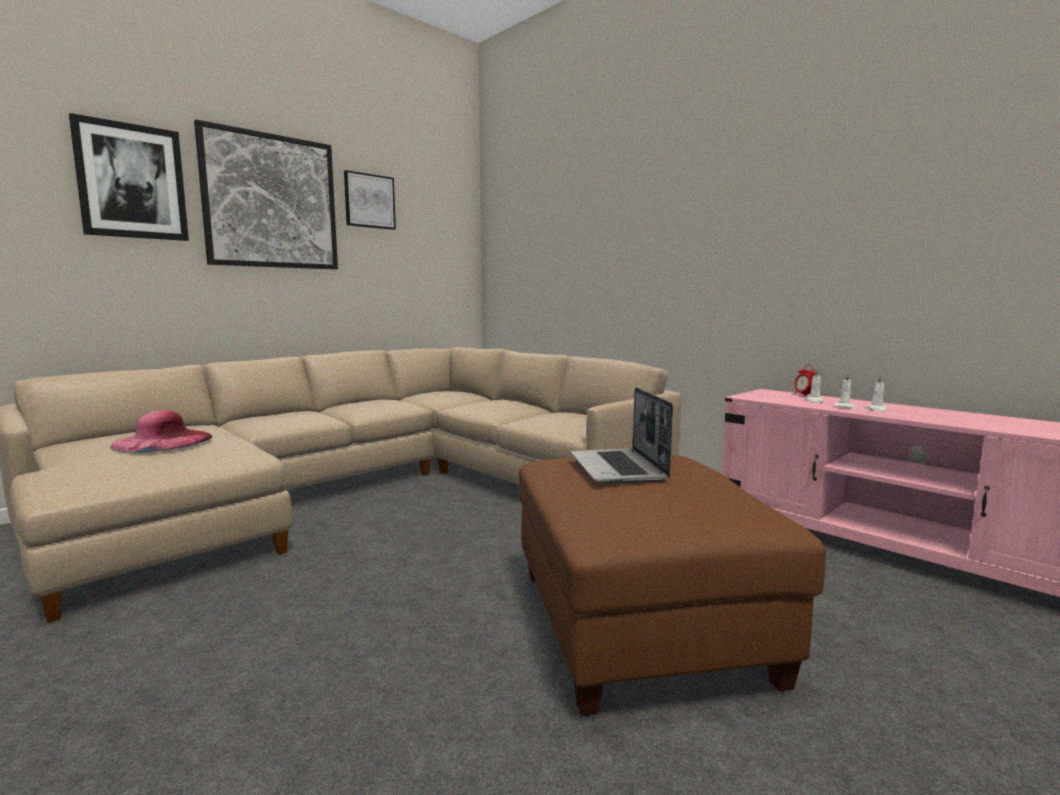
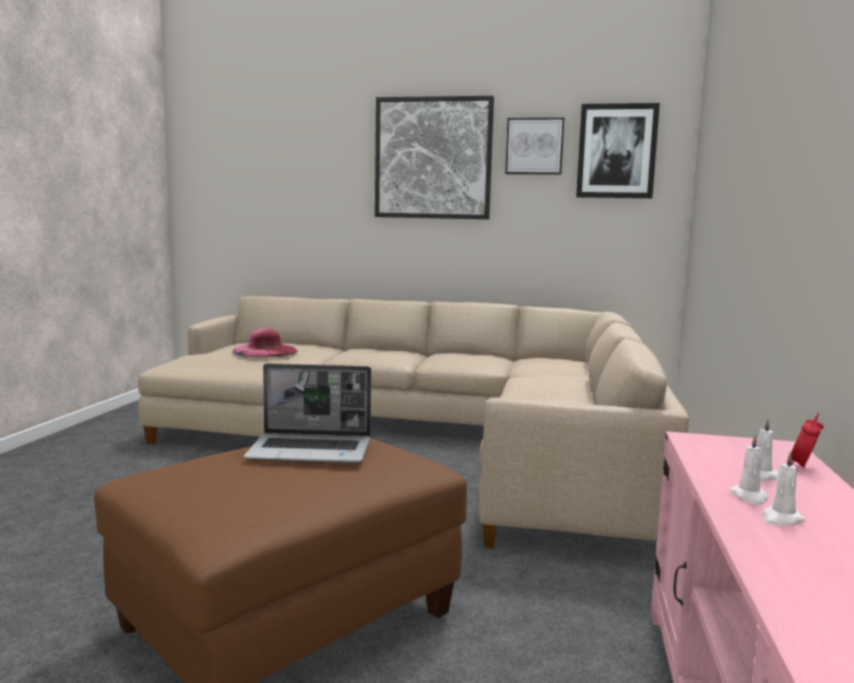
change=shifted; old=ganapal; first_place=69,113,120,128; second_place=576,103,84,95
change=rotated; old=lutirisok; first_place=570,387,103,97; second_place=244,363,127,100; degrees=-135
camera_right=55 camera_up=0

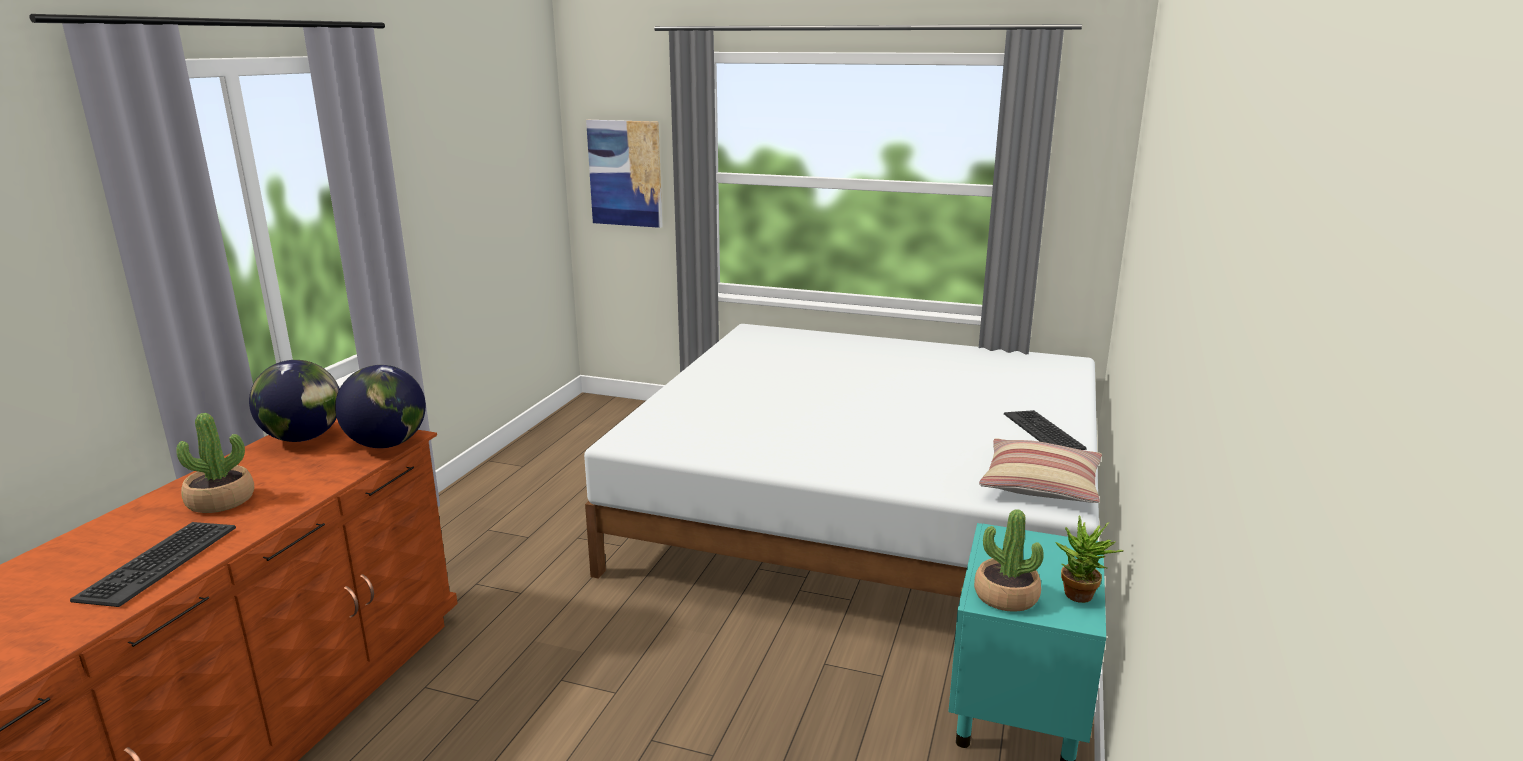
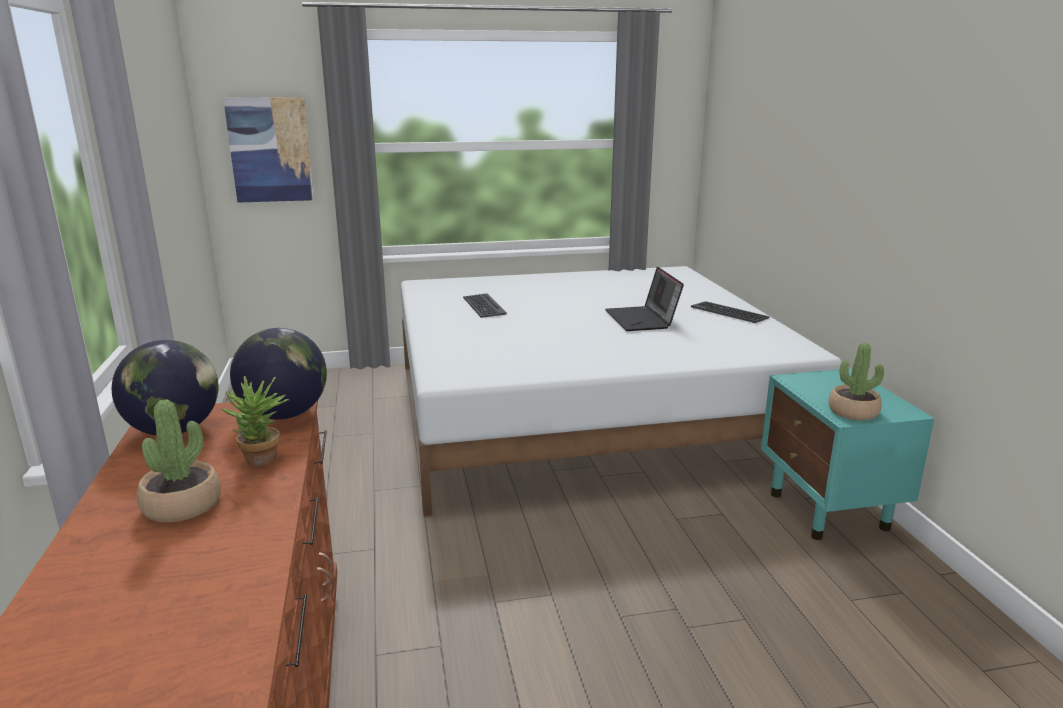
change=shifted; old=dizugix; first_place=70,522,166,85; second_place=463,293,44,25
change=gone; old=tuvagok; first_place=979,438,123,65
change=shifted; old=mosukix; first_place=1055,515,69,88; second_place=221,376,69,90
change=new; new=lutirisok; second_place=605,267,79,64
camera_right=-30 camera_up=0

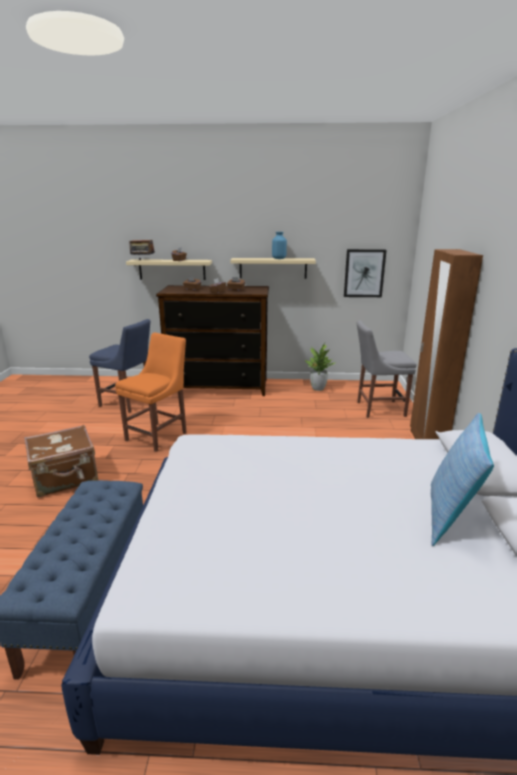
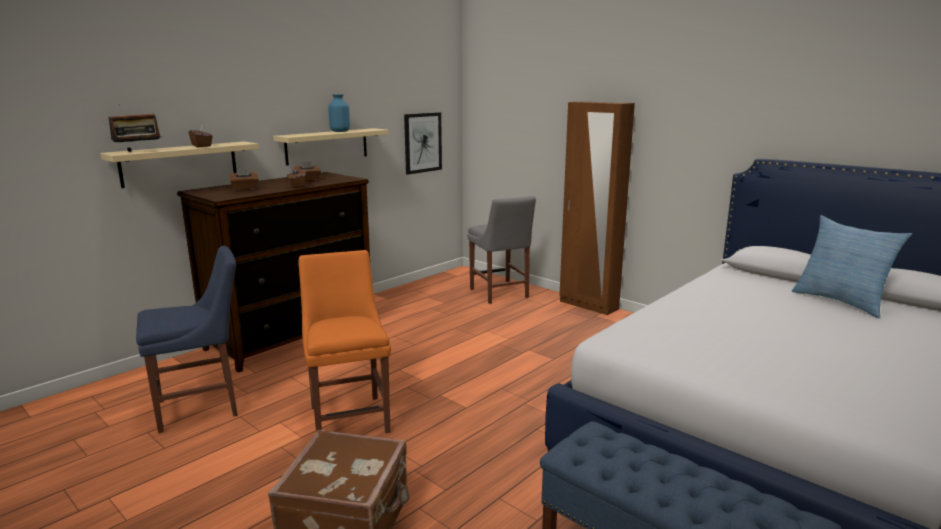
change=gone; old=mosukix; first_place=305,343,30,48
change=rotated; old=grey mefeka; first_place=357,321,59,97; second_place=468,196,68,108; degrees=-60
camera_right=-50 camera_up=-5

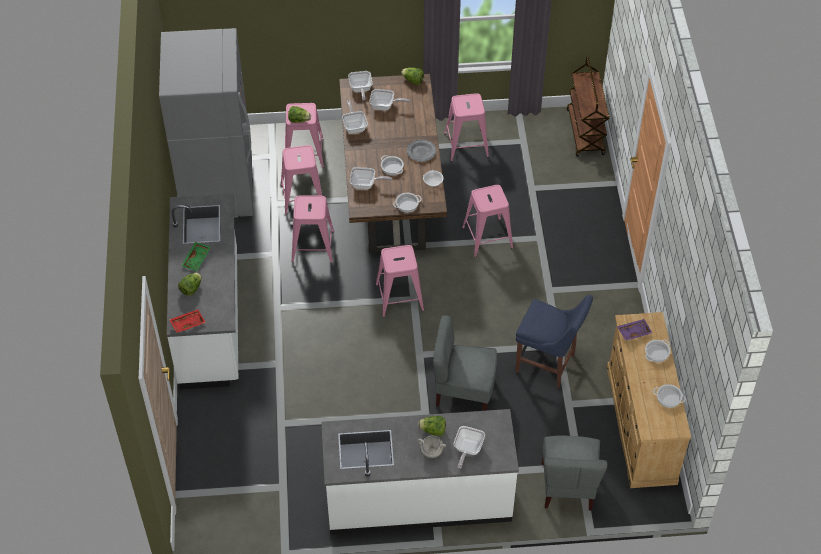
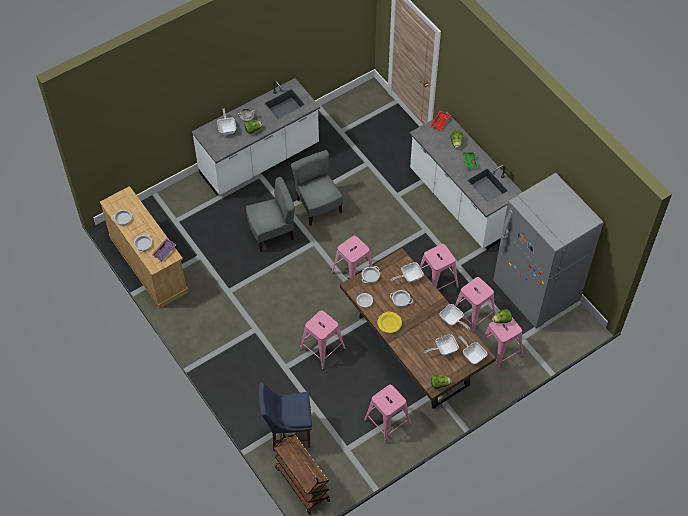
change=repainted; old=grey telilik; new=yellow telilik; first_place=407,139,29,23; second_place=377,312,25,21
change=shifted; old=blue mefeka; first_place=515,295,78,93; second_place=259,382,53,69
change=shifted; old=grey mefeka; first_place=542,436,65,75; second_place=291,150,52,76
camera_right=150 camera_up=5

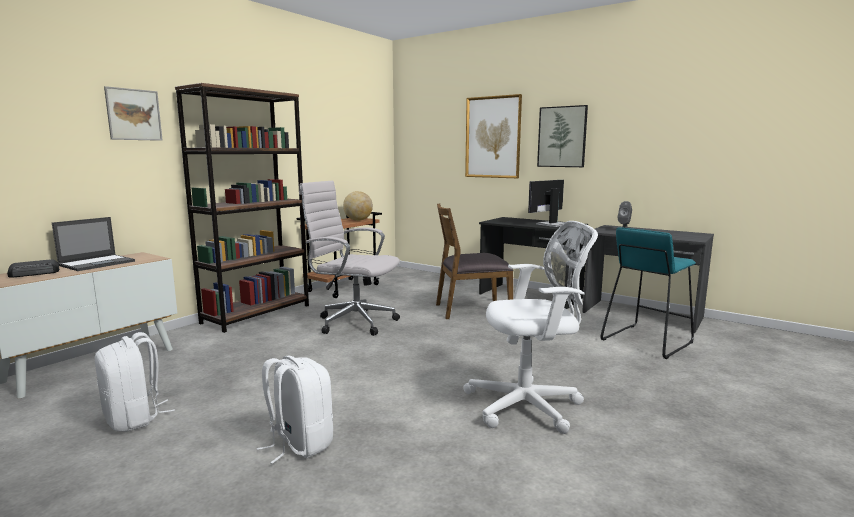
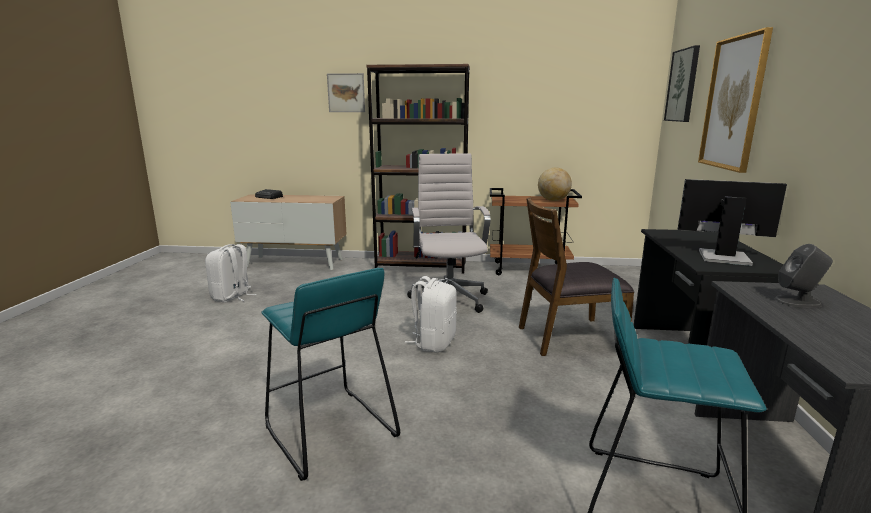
change=gone; old=lutirisok; first_place=52,217,83,54
change=shifted; old=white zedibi; first_place=257,356,76,108; second_place=405,276,52,76
change=rotated; old=brown mefeka; first_place=436,203,77,116; second_place=519,198,116,158; degrees=-60
change=swapped; old=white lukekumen; new=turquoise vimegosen; first_place=463,221,135,213; second_place=261,268,139,213
change=shifted; old=ganapal; first_place=537,105,51,62; second_place=664,45,36,77
camera_right=60 camera_up=5

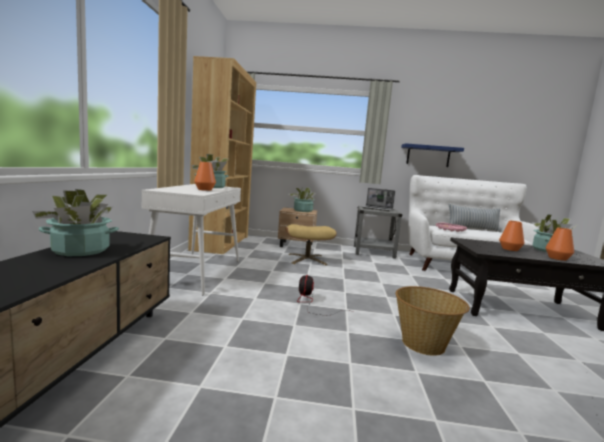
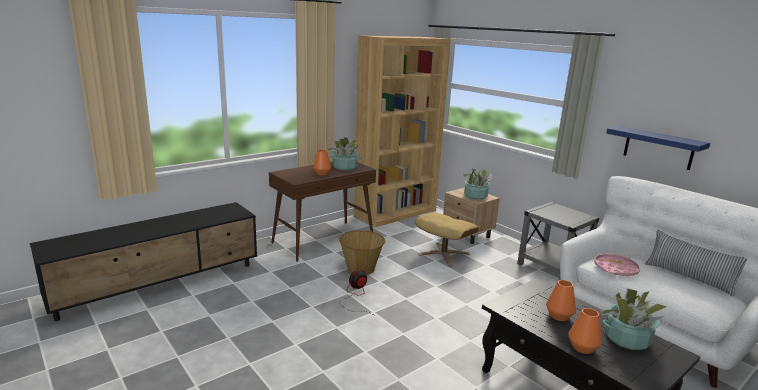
change=gone; old=mosukix; first_place=32,189,87,67
change=repainted; old=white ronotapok; new=brown ronotapok; first_place=142,184,99,111; second_place=269,162,107,100
change=gone; old=lutirisok; first_place=362,188,33,23
change=shifted; old=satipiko; first_place=396,286,74,70; second_place=339,230,46,45
camera_right=45 camera_up=10

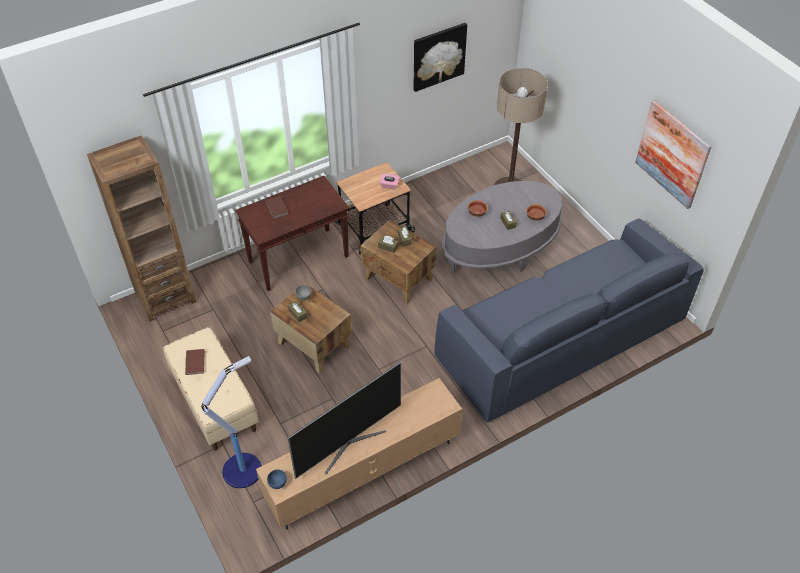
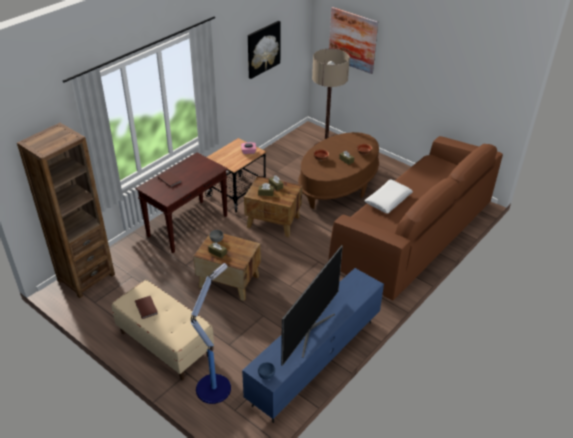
change=repainted; old=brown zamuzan; new=blue zamuzan; first_place=256,378,206,152; second_place=242,268,142,155
change=repainted; old=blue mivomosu; new=brown mivomosu; first_place=434,218,269,205; second_place=328,136,175,164
change=repainted; old=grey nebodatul; new=brown nebodatul; first_place=442,181,120,92; second_place=298,132,81,77
change=shifted; old=ganapal; first_place=635,100,76,109; second_place=329,7,49,67
change=new; new=white tuvagok; second_place=364,179,49,34
camera_right=-20 camera_up=-10

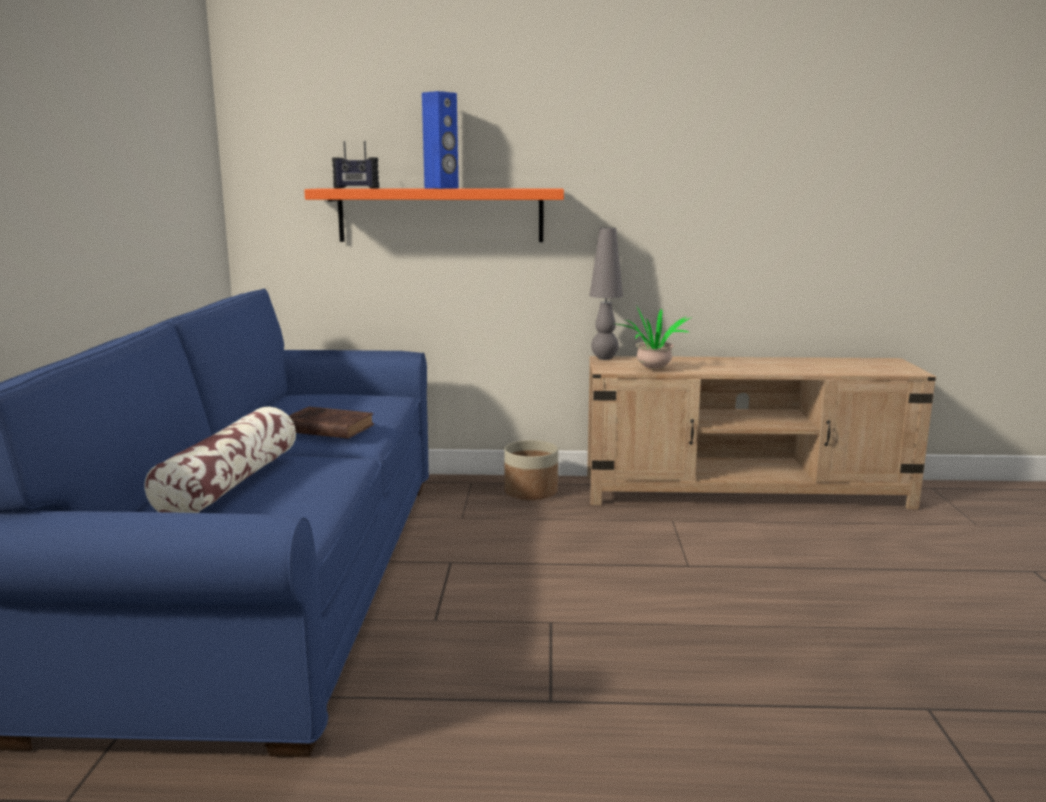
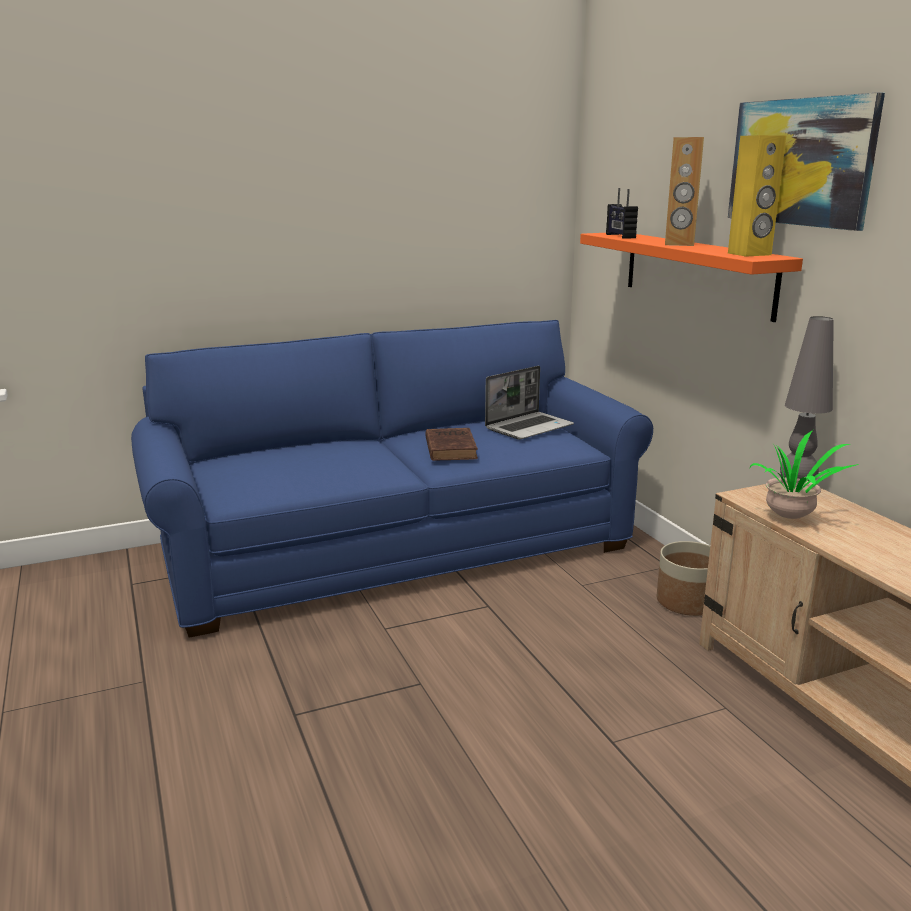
change=gone; old=tuvagok; first_place=145,407,151,106
change=repainted; old=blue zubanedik; new=brown zubanedik; first_place=422,91,37,98; second_place=665,137,39,109
change=new; new=lutirisok; second_place=485,366,89,74
change=new; new=ganapal; second_place=728,92,157,139
change=new; new=yellow zubanedik; second_place=728,135,58,122
camera_right=65 camera_up=5

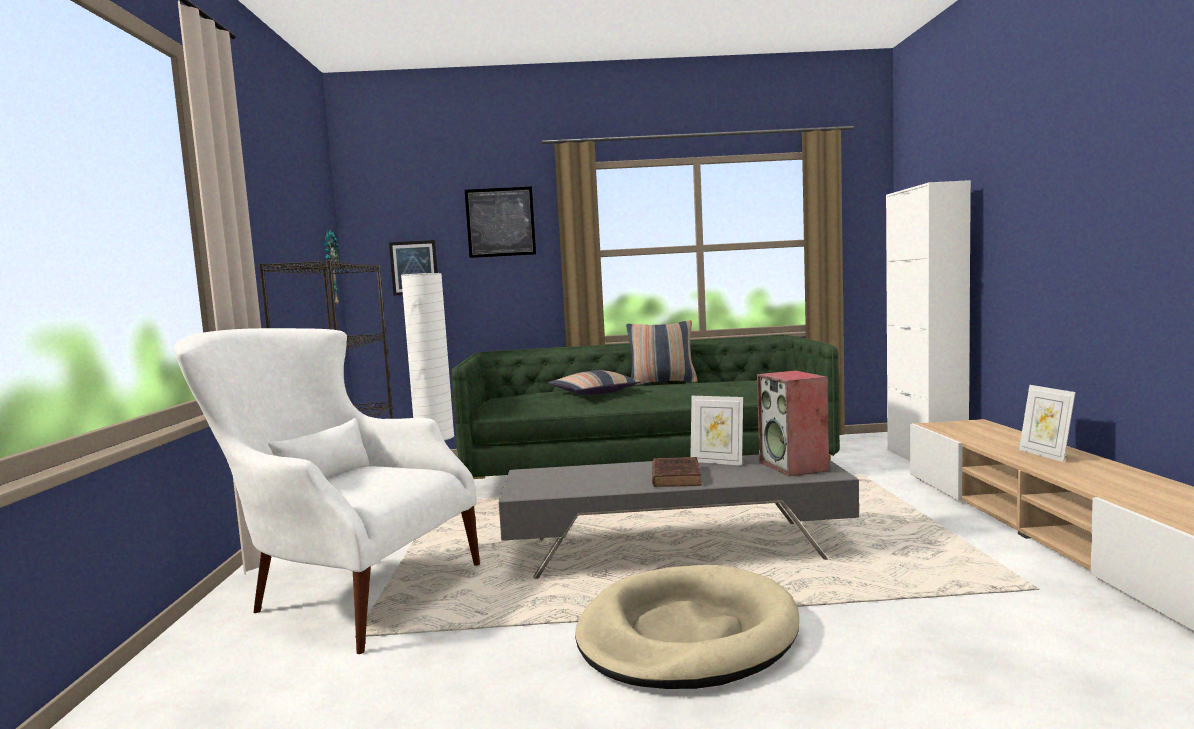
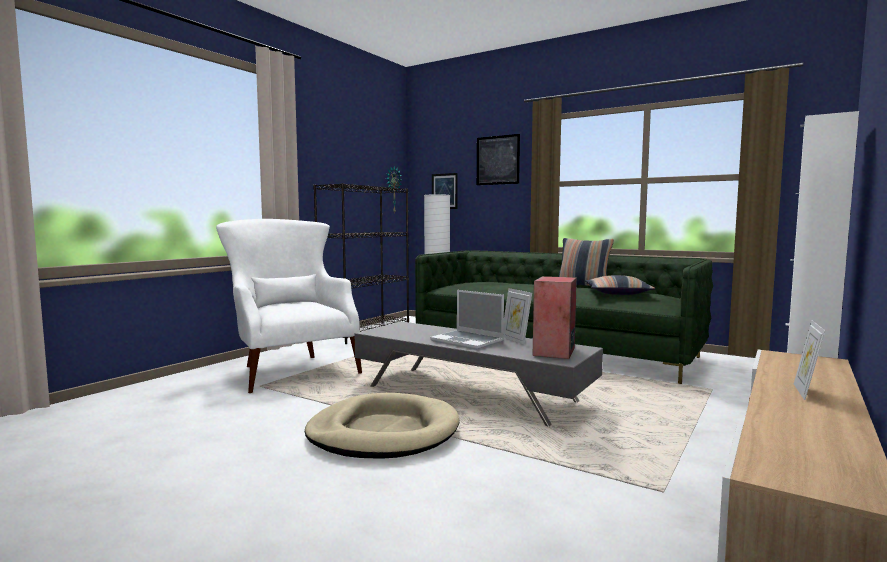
change=shifted; old=tuvagok; first_place=548,371,93,24; second_place=585,275,70,20
change=swapped; old=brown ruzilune; new=lutirisok; first_place=652,457,50,30; second_place=430,290,74,60
camera_right=35 camera_up=0

